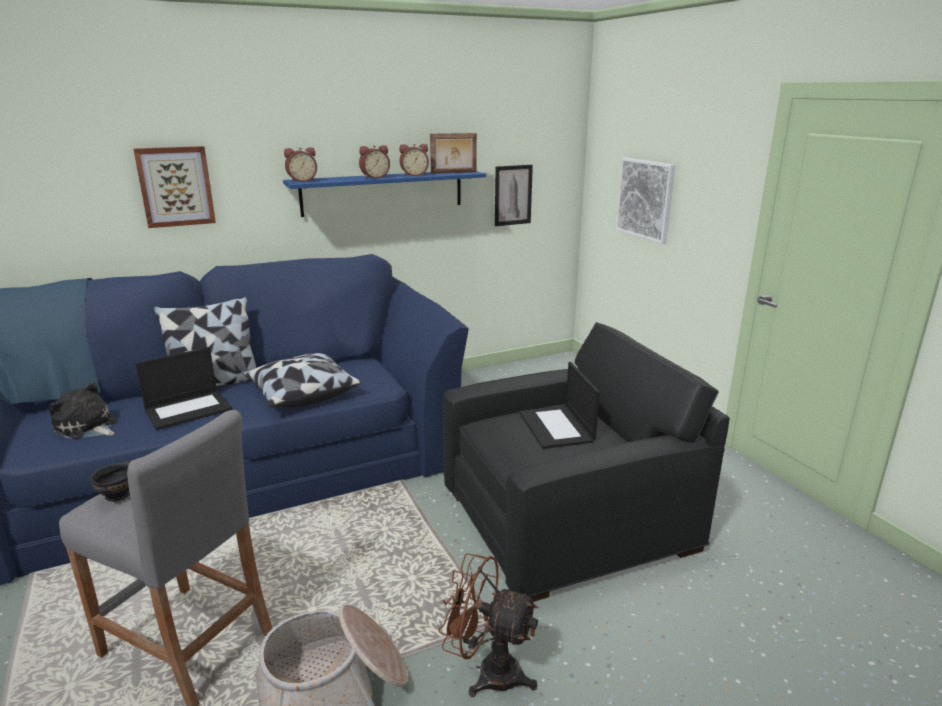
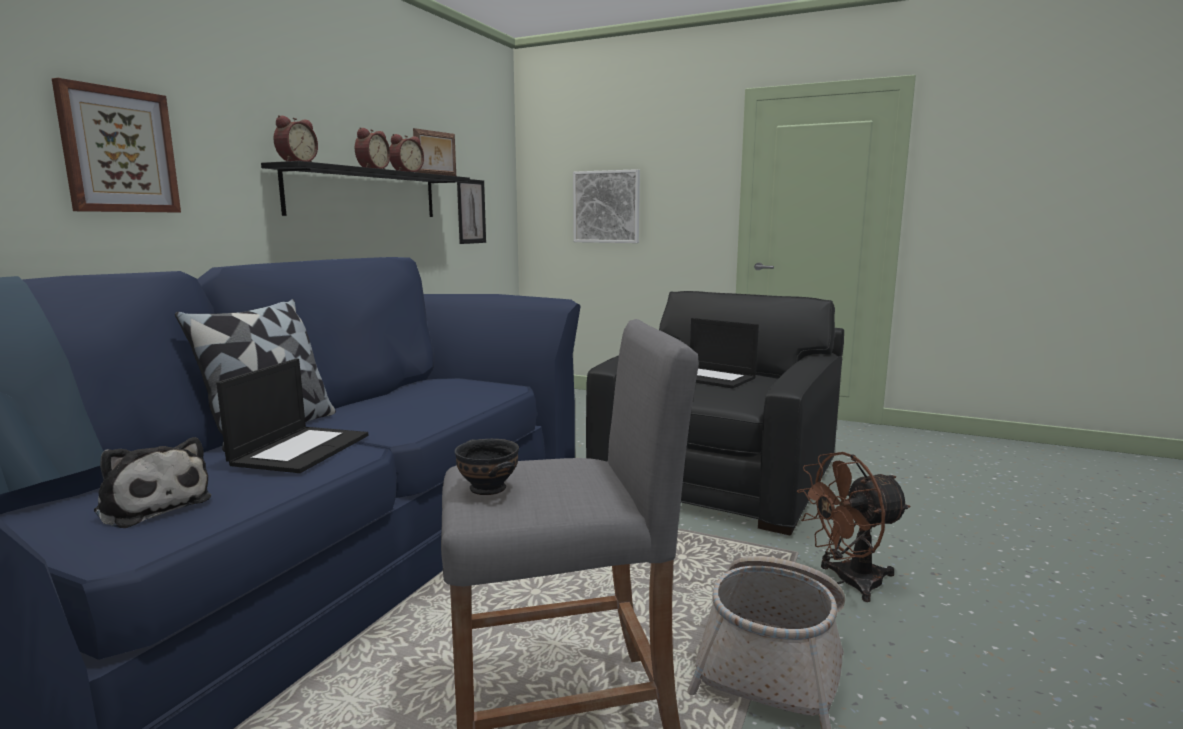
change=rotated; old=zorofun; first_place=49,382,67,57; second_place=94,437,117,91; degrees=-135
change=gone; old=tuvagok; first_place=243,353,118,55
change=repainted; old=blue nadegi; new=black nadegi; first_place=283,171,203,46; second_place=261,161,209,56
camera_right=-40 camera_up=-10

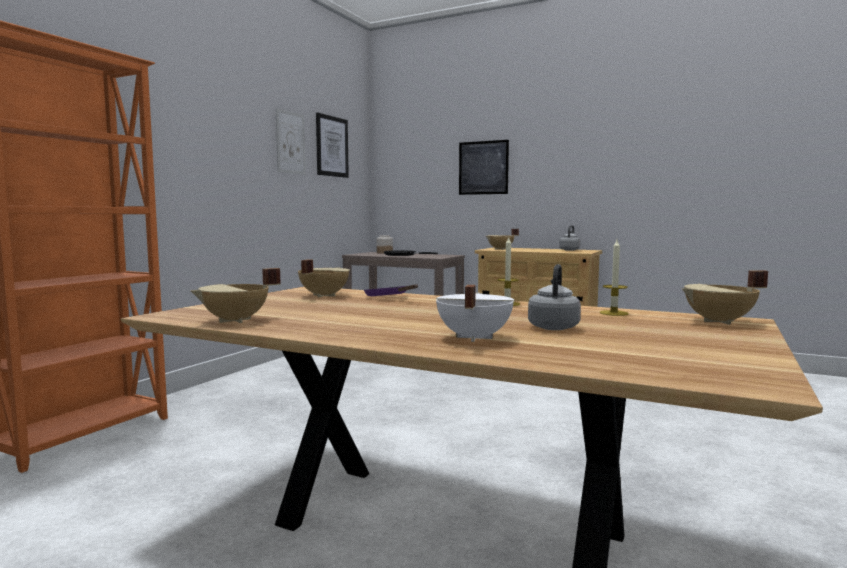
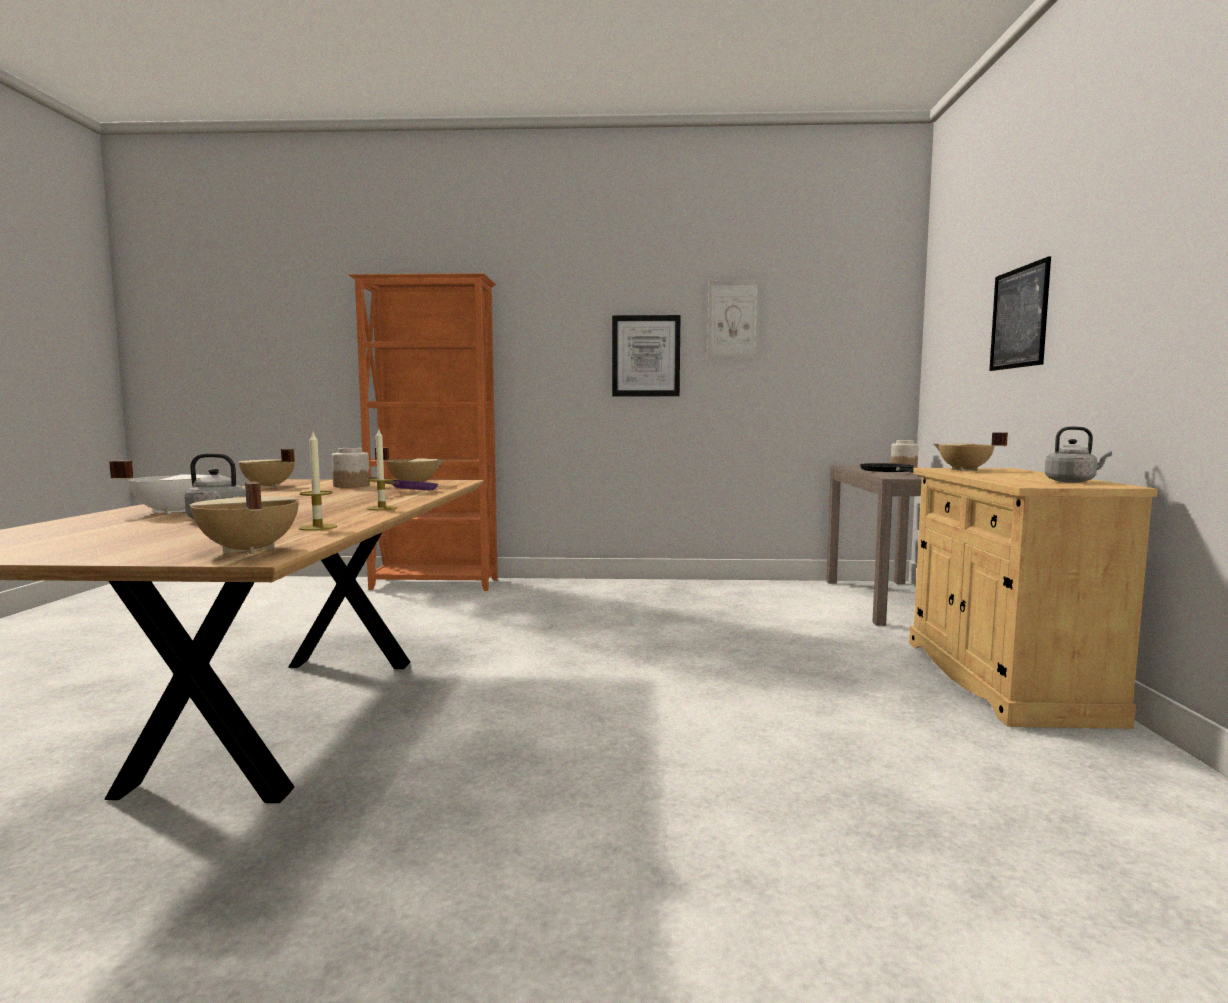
change=shifted; old=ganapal; first_place=316,113,33,65; second_place=612,315,68,81
change=new; new=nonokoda; second_place=332,448,38,40
camera_right=65 camera_up=0

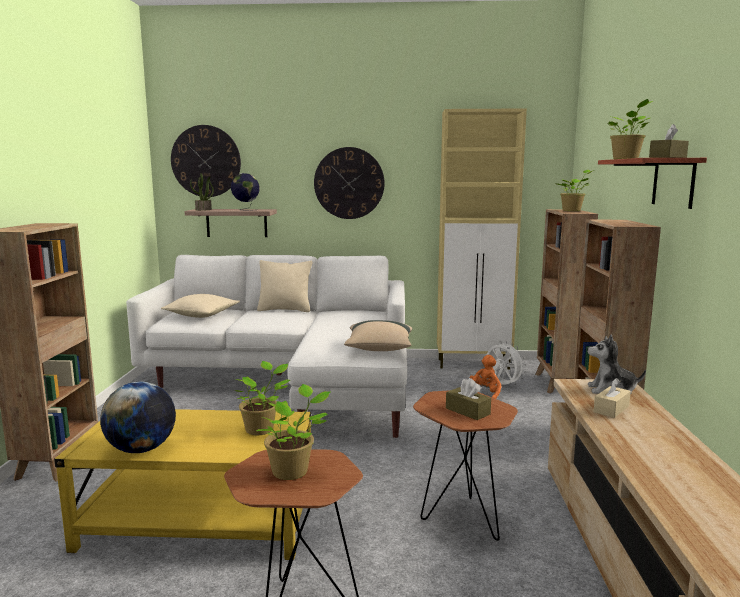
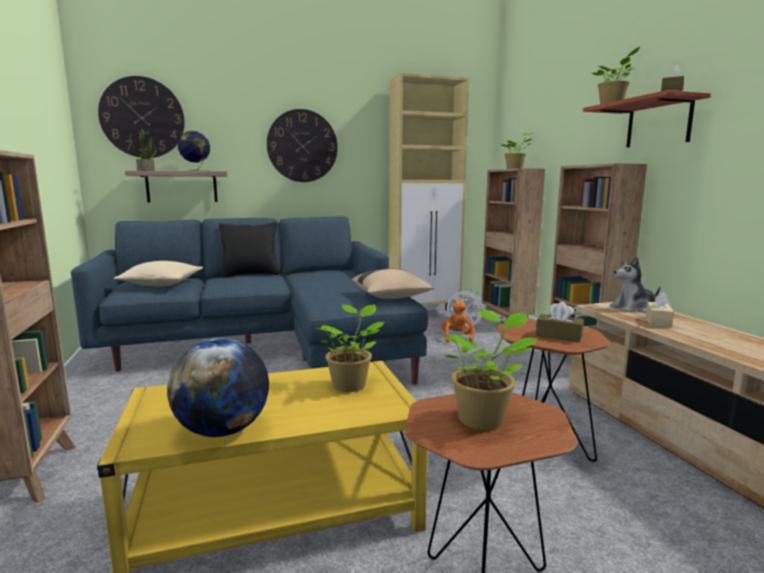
change=repainted; old=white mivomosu; new=blue mivomosu; first_place=126,255,281,183; second_place=71,216,357,168
change=repainted; old=beige tuvagok; new=black tuvagok; first_place=257,260,55,52; second_place=219,222,61,55
camera_right=-20 camera_up=0

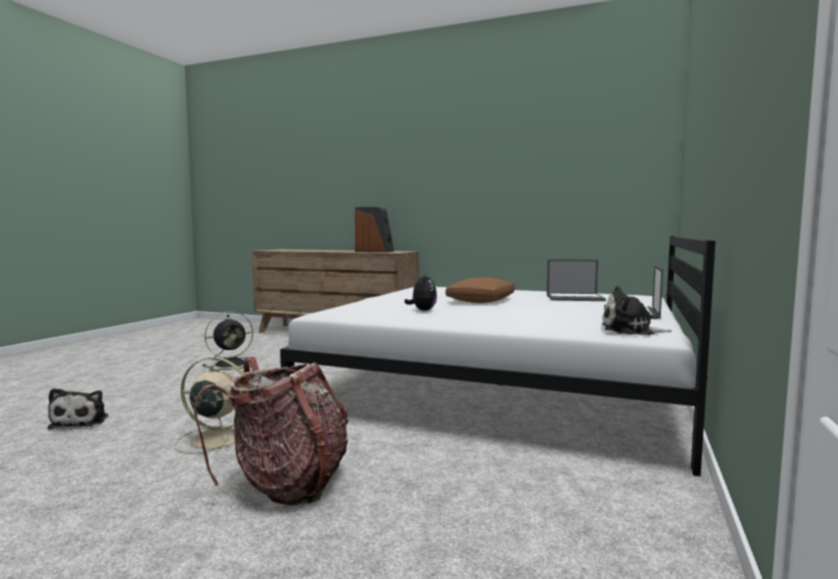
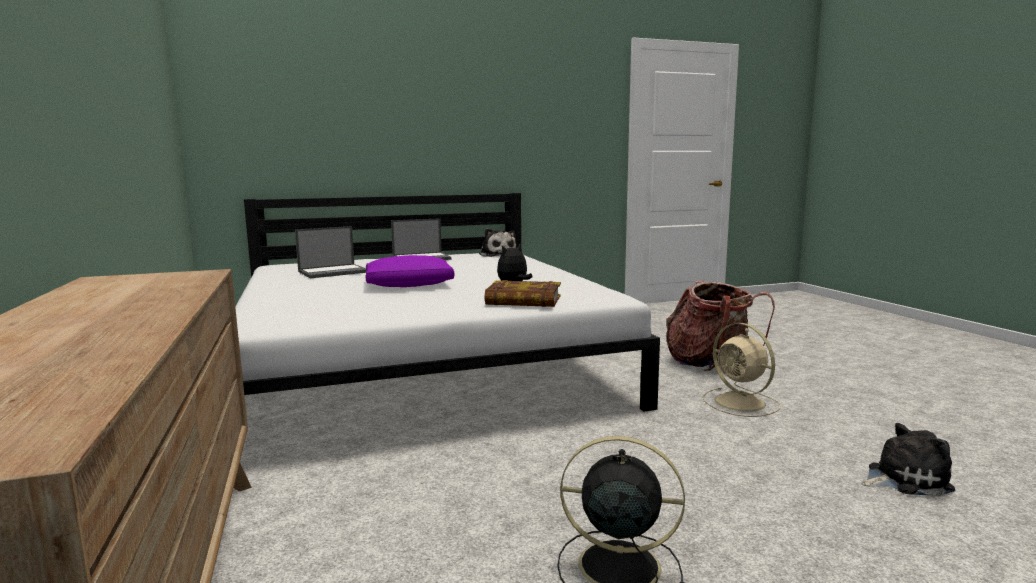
change=rotated; old=zorofun; first_place=48,388,60,41; second_place=861,423,94,73; degrees=45
change=gone; old=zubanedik; first_place=355,207,39,45
change=repainted; old=brown tuvagok; new=purple tuvagok; first_place=446,277,69,26; second_place=365,255,89,32
change=rotated; old=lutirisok; first_place=547,259,59,42; second_place=295,226,72,52; degrees=90
change=new; new=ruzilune; second_place=484,280,77,27
camera_right=-130 camera_up=5

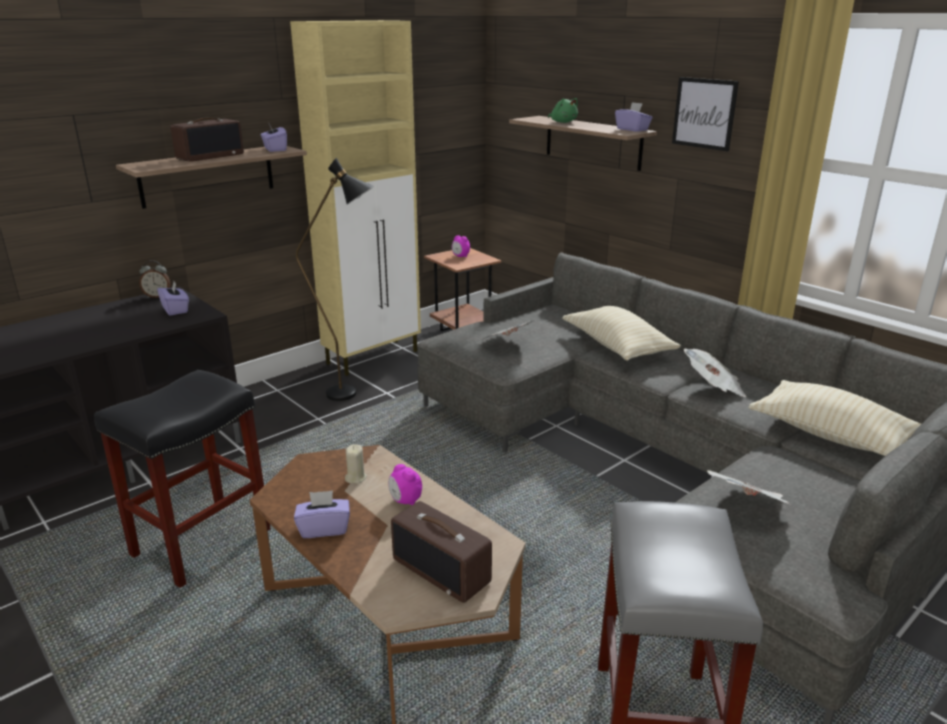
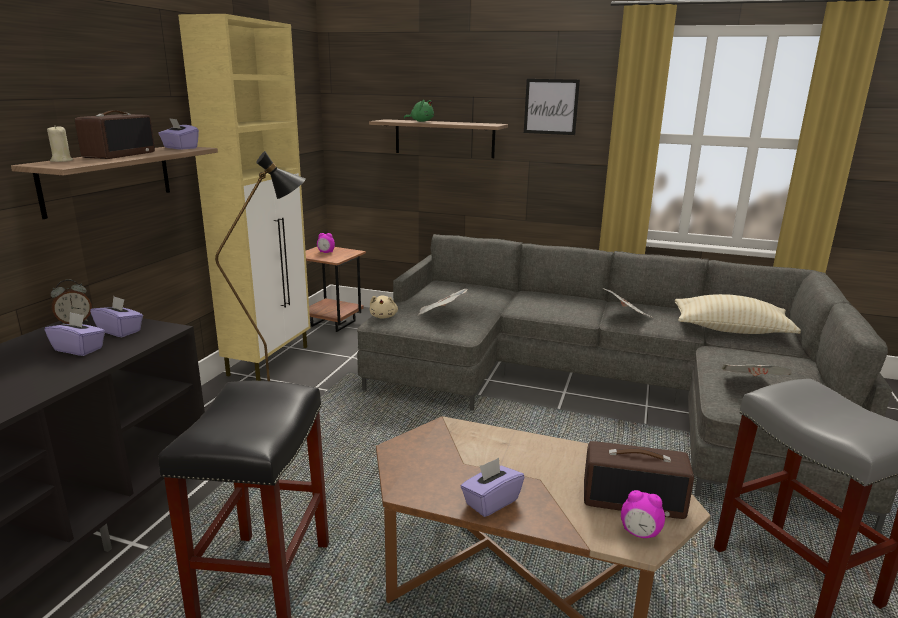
change=shifted; old=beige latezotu; first_place=345,444,22,40; second_place=47,126,26,36
change=shifted; old=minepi; first_place=388,464,34,41; second_place=621,490,44,48
change=gone; old=beige tuvagok; first_place=562,306,119,55
change=shifted; old=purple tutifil; first_place=615,102,38,30; second_place=45,312,60,44
change=new; new=beige zorofun; second_place=370,296,28,22
camera_right=-30 camera_up=-5

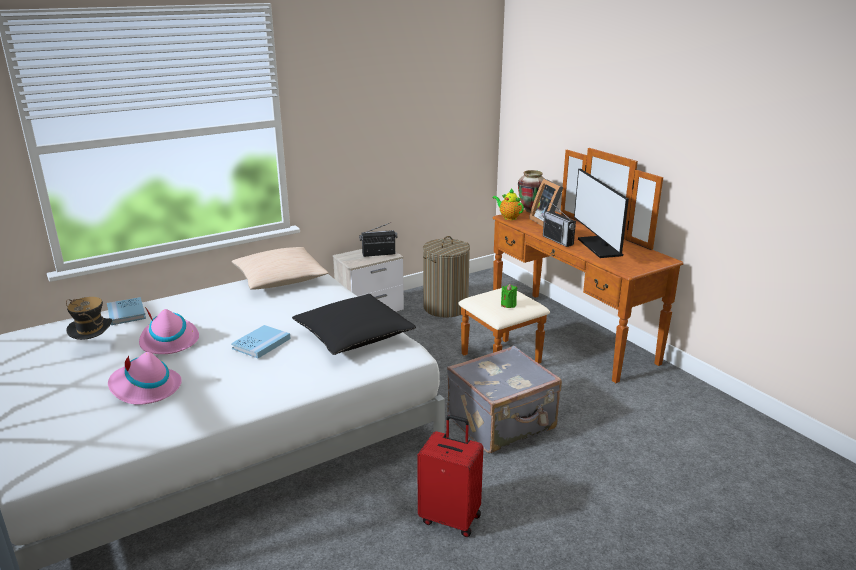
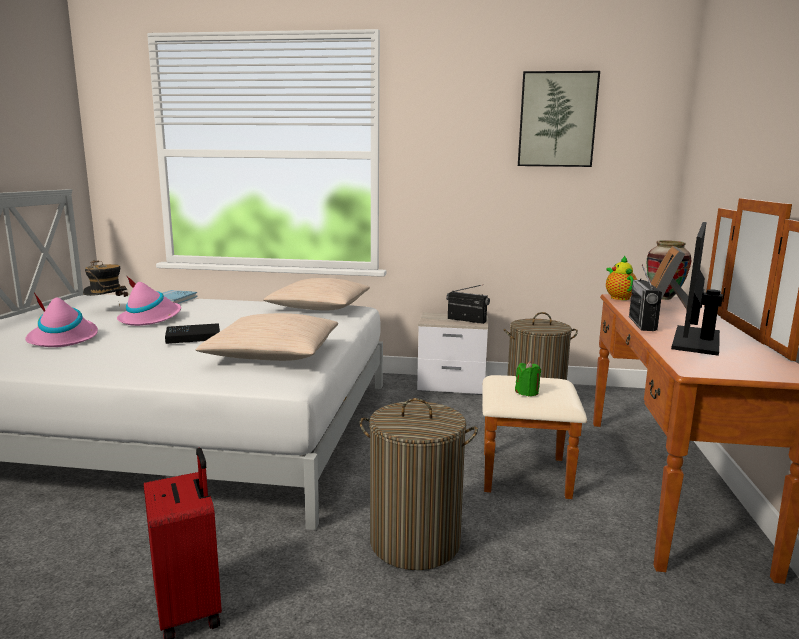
change=repainted; old=blue ruzilune; new=black ruzilune; first_place=231,325,60,33; second_place=165,323,55,21
change=repainted; old=black tuvagok; new=beige tuvagok; first_place=292,294,124,61; second_place=196,313,142,48
change=swapped; old=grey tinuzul; new=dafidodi; first_place=447,346,115,107; second_place=359,398,119,172
change=new; new=ganapal; second_place=518,71,82,96
camera_right=40 camera_up=-10

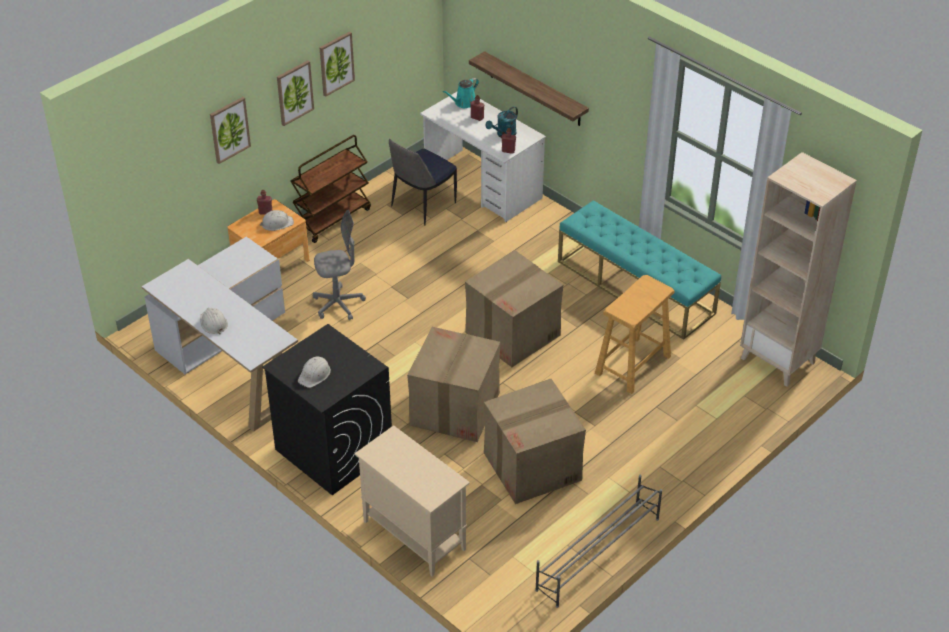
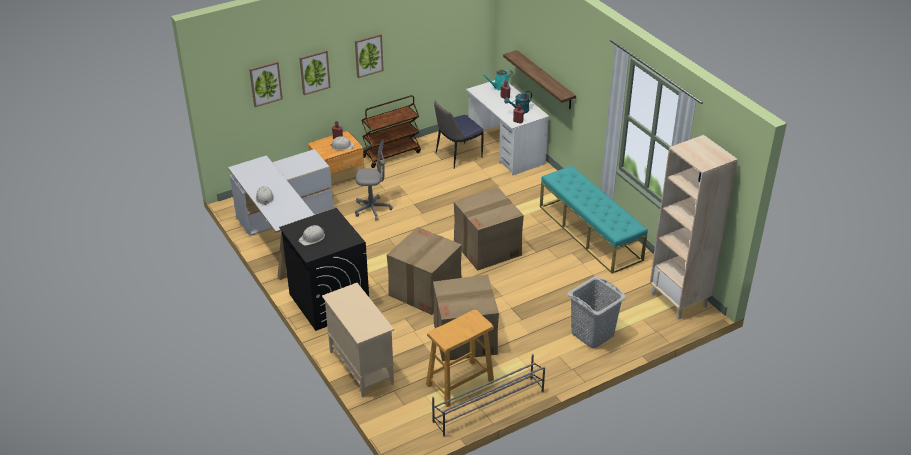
change=shifted; old=ganapal; first_place=319,32,36,65; second_place=249,61,34,46
change=shifted; old=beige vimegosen; first_place=595,275,79,119; second_place=426,310,68,97
change=new; new=grey dafidodi; second_place=567,276,59,73
camera_right=15 camera_up=-5

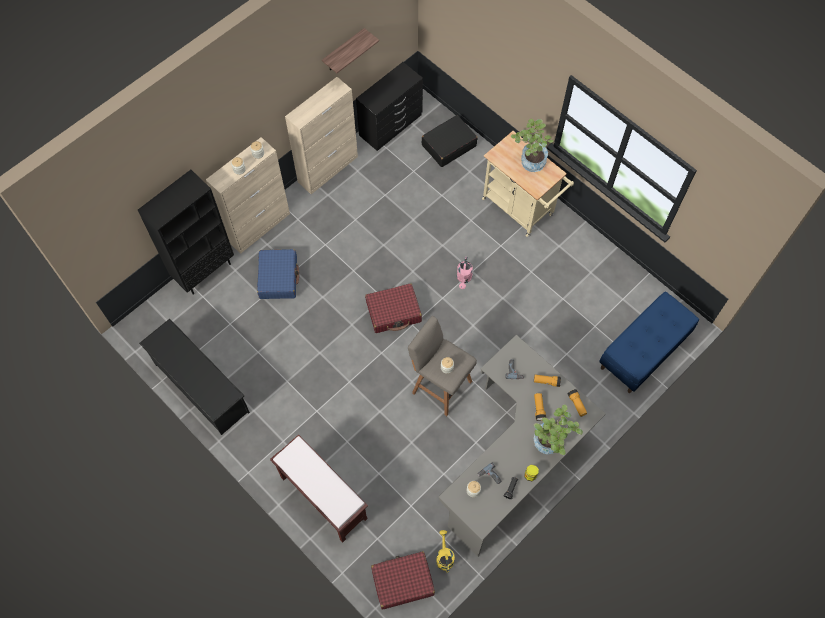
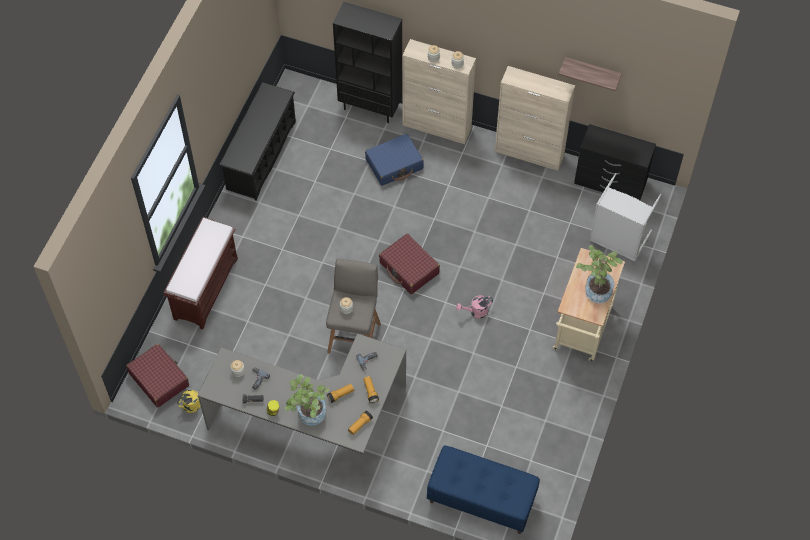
change=swapped; old=black tinuzul; new=grey dafidodi; first_place=422,115,56,52; second_place=589,173,73,88
camera_right=65 camera_up=-5

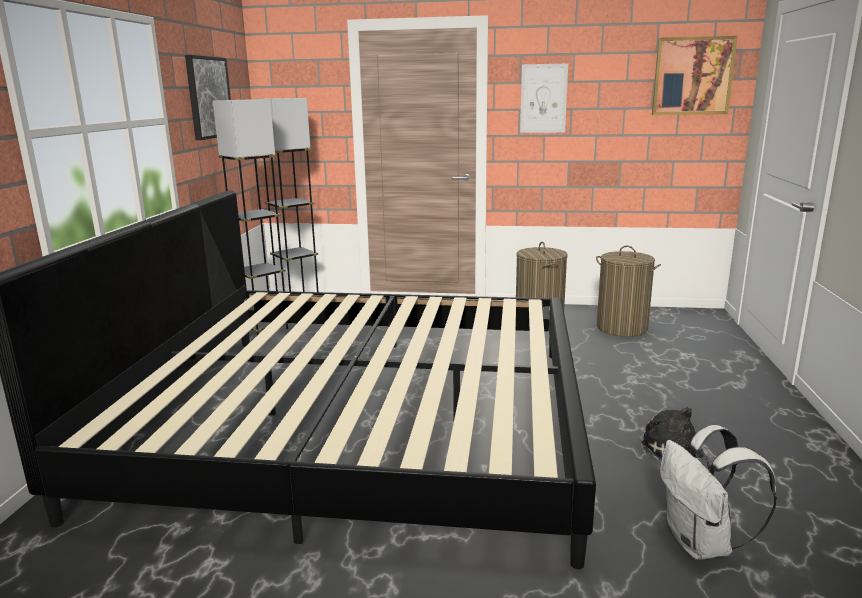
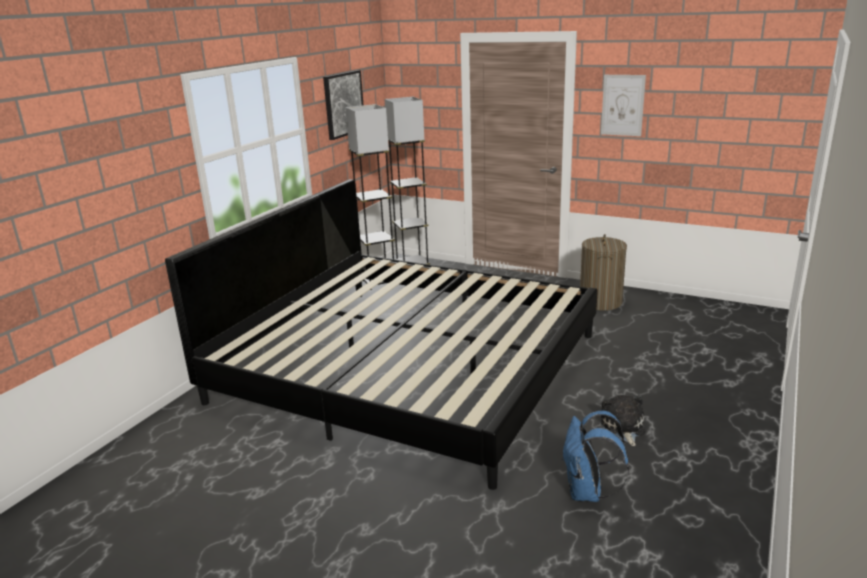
change=gone; old=dafidodi; first_place=596,246,65,91
change=gone; old=ganapal; first_place=652,36,86,79
change=repainted; old=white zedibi; new=blue zedibi; first_place=660,425,117,135; second_place=562,411,68,91
camera_right=20 camera_up=5

